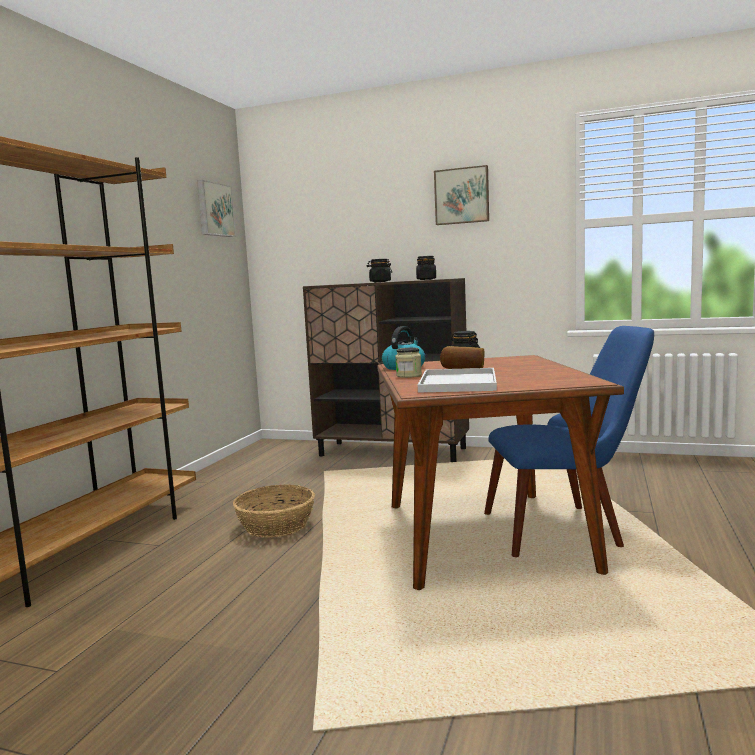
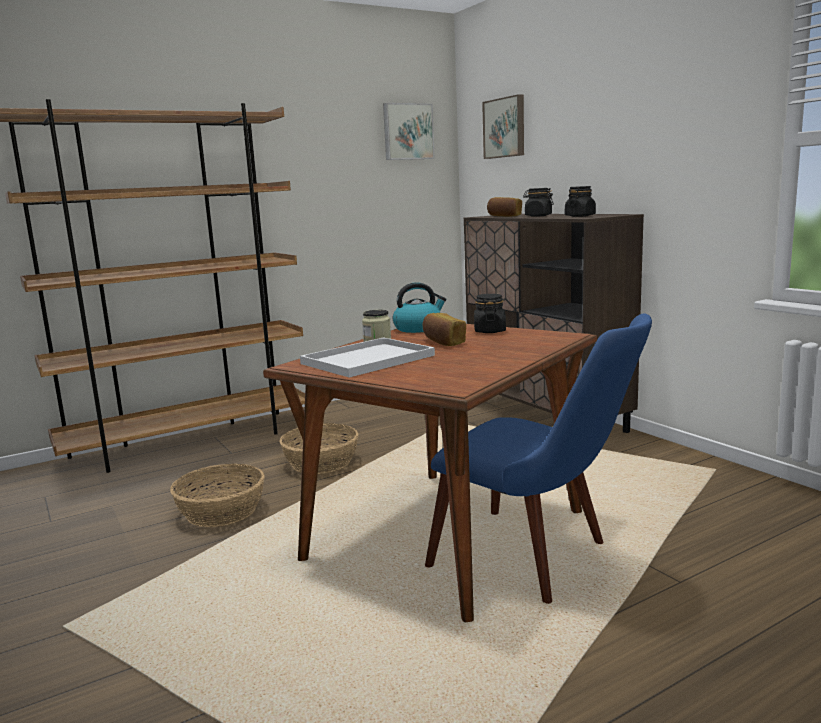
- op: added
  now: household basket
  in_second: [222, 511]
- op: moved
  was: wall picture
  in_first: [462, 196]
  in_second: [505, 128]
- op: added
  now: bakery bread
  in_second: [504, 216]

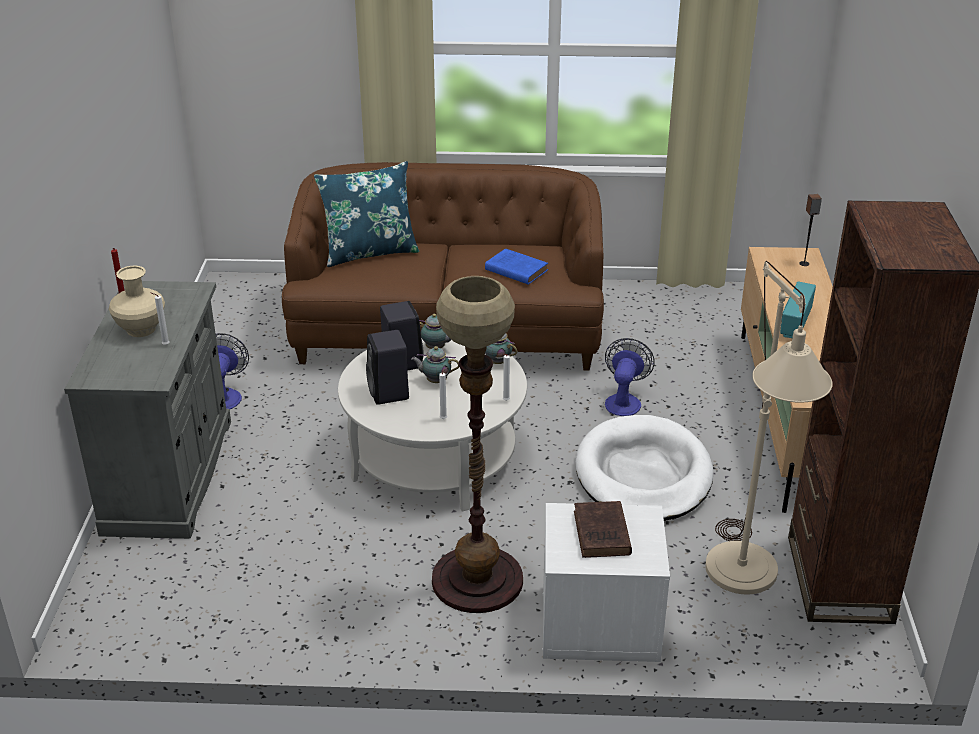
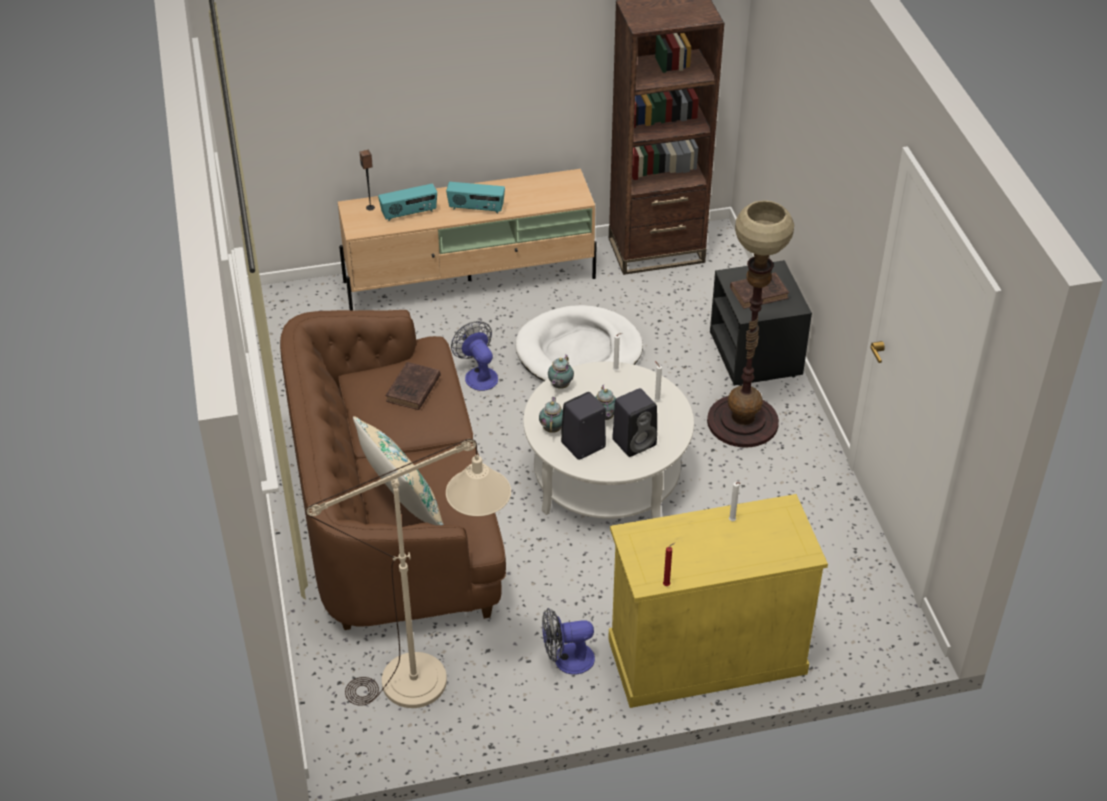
- op: moved
  was: standard lamp (beige-coloured)
  in_first: [743, 584]
  in_second: [433, 678]
- op: recoloured
  was: pillow (blue-coloured)
  now: pillow (beige-coloured)
  in_first: [369, 252]
  in_second: [402, 506]
- op: added
  now: radio receiver
  in_second: [409, 213]
- op: recoloured
  was: volume (blue-coloured)
  now: volume (brownish)
  in_first: [515, 269]
  in_second: [412, 390]
- op: turned
  was: electric fan
  in_first: [624, 401]
  in_second: [478, 375]
  clockwise: 60
- op: recoloured
  was: cupboard (grey)
  now: cupboard (yellowish)
  in_first: [169, 475]
  in_second: [706, 656]
- op: recoloured
  was: night table (whitish)
  now: night table (black-coloured)
  in_first: [598, 625]
  in_second: [757, 354]
- op: removed
  was: flower vase (beige-coloured)
  in_first: [141, 329]

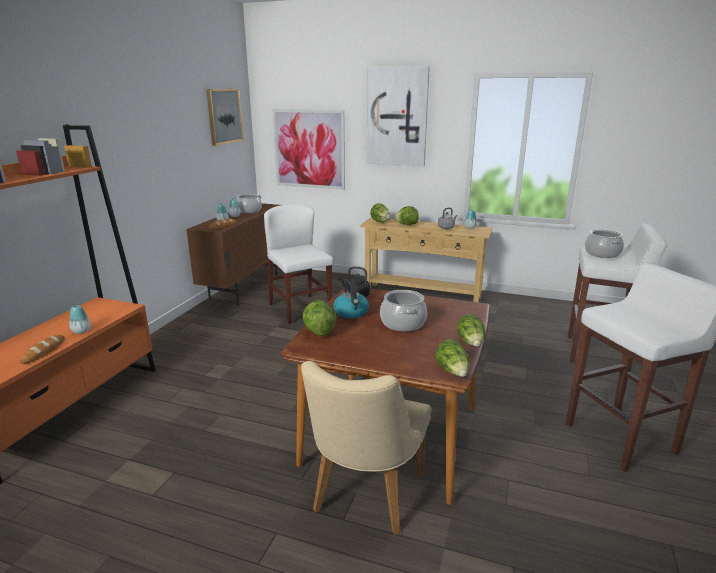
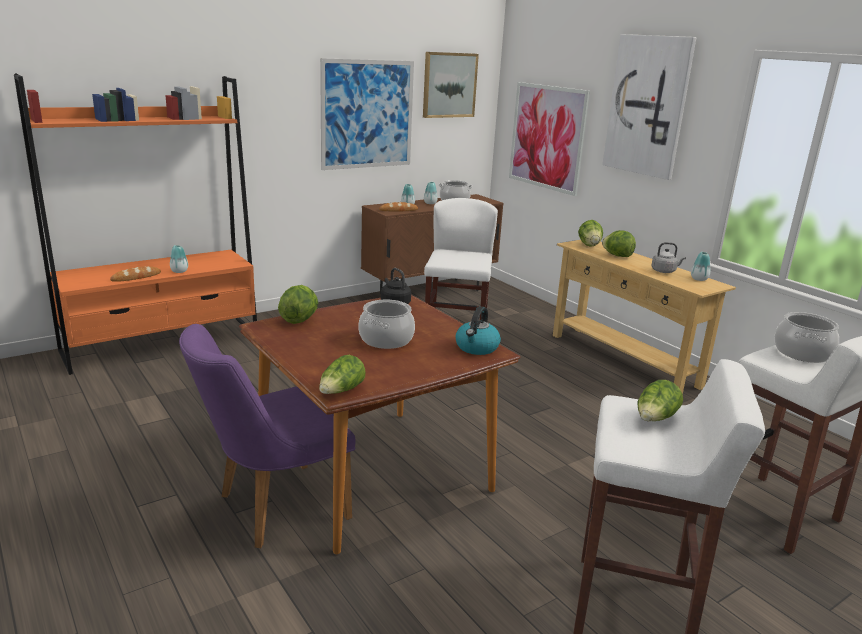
- op: recoloured
  was: upright chair (beige-coloured)
  now: upright chair (purplish)
  in_first: [364, 499]
  in_second: [271, 508]
- op: added
  now: wall picture
  in_second: [367, 114]
- op: moved
  was: tea kettle
  in_first: [351, 313]
  in_second: [477, 348]
- op: moved
  was: lettuce
  in_first: [471, 343]
  in_second: [655, 419]

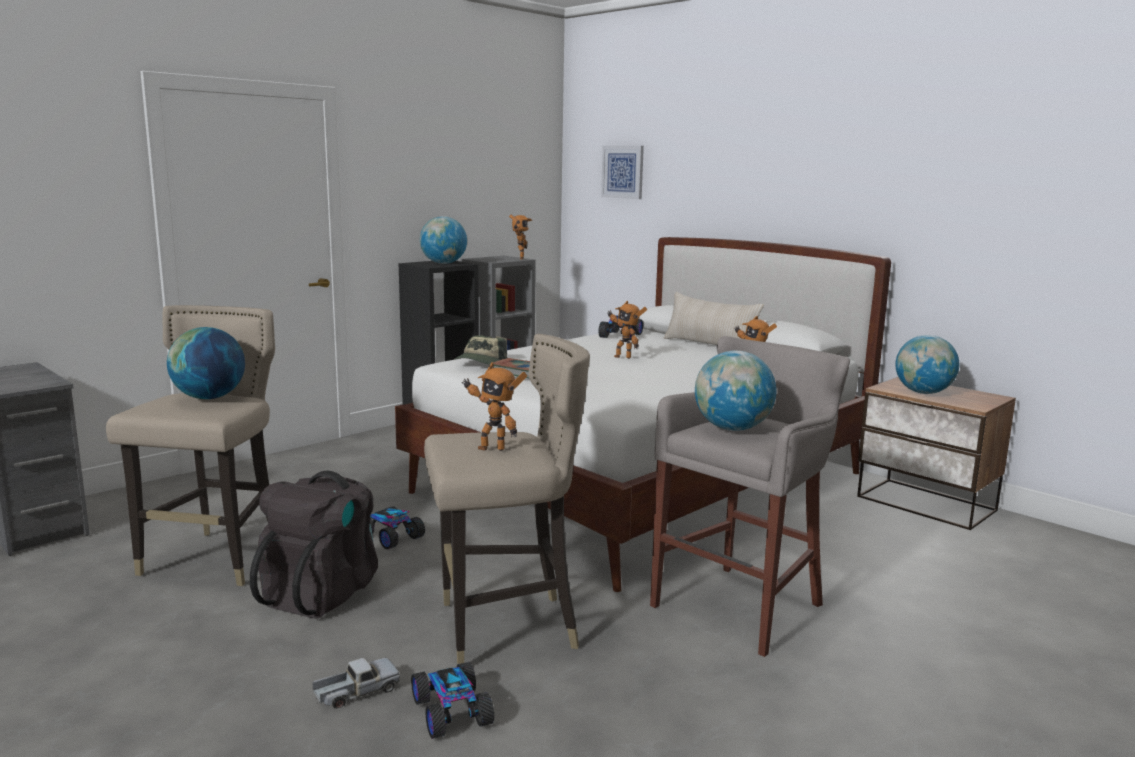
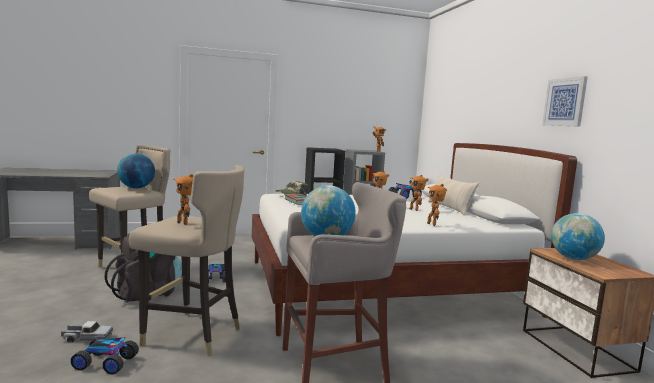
- op: turned
  was: toy car
  in_first: [453, 711]
  in_second: [106, 362]
  clockwise: -90
- op: added
  now: model robot
  in_second: [414, 209]
- op: moved
  was: wall picture
  in_first: [623, 172]
  in_second: [565, 102]
- op: removed
  was: desk globe
  in_first: [443, 263]

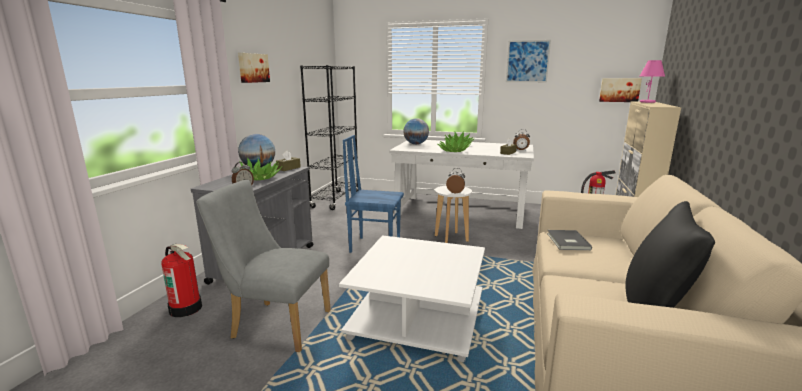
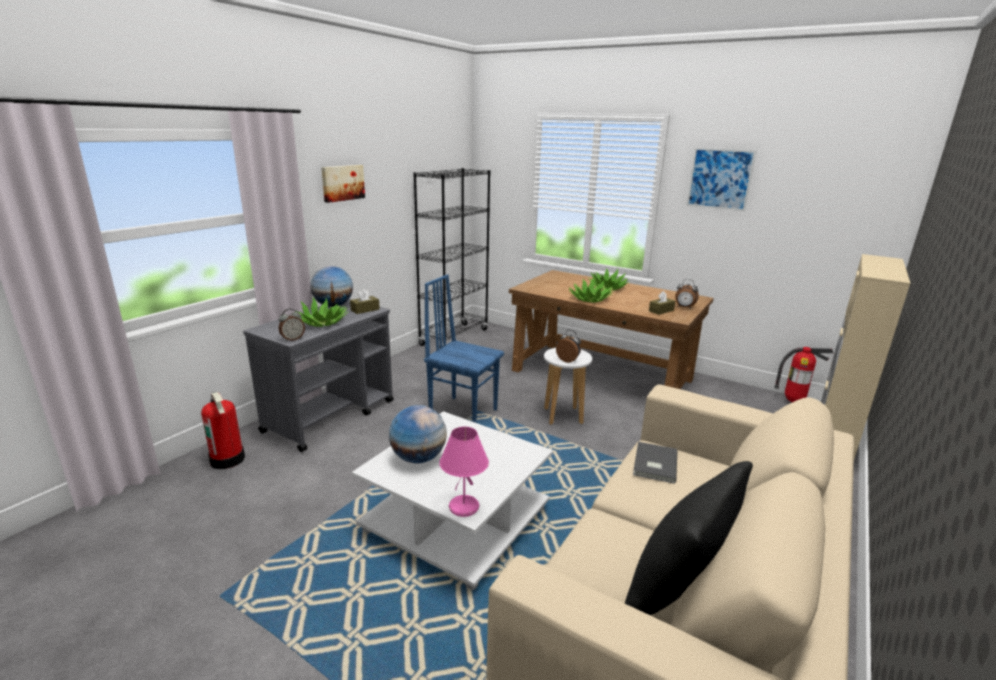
- op: moved
  was: desk globe
  in_first: [415, 144]
  in_second: [418, 458]
- op: moved
  was: lamp for a table (pinkish)
  in_first: [647, 102]
  in_second: [463, 508]
- op: recoloured
  was: desk (whitish)
  now: desk (brownish)
  in_first: [460, 211]
  in_second: [601, 375]
- op: removed
  was: upright chair (grey)
  in_first: [275, 324]
- op: removed
  was: wall picture
  in_first: [619, 90]

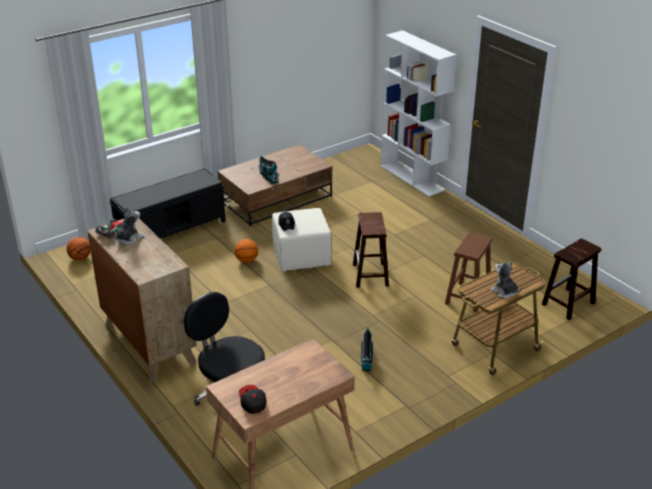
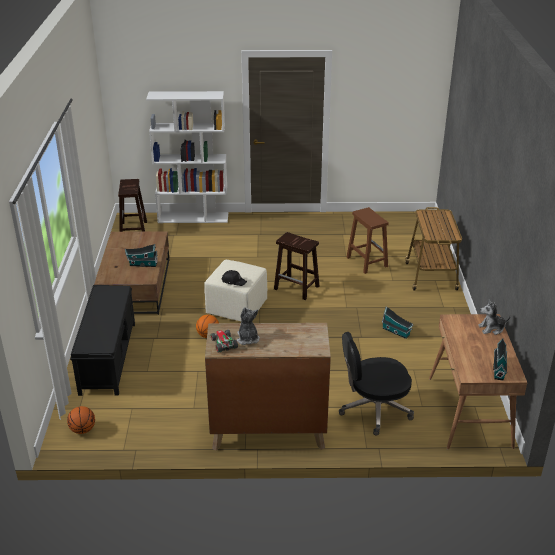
- op: moved
  was: stool (brownish)
  in_first: [568, 304]
  in_second: [133, 230]
- op: moved
  was: soft toy
  in_first: [504, 292]
  in_second: [492, 328]
- op: replaced
  was: cap
  now: toy house
  in_first: [252, 403]
  in_second: [499, 368]

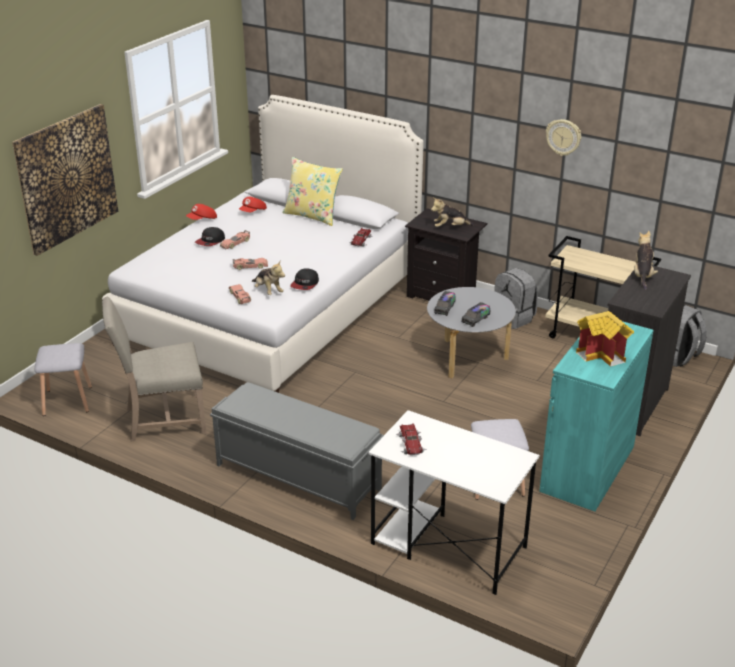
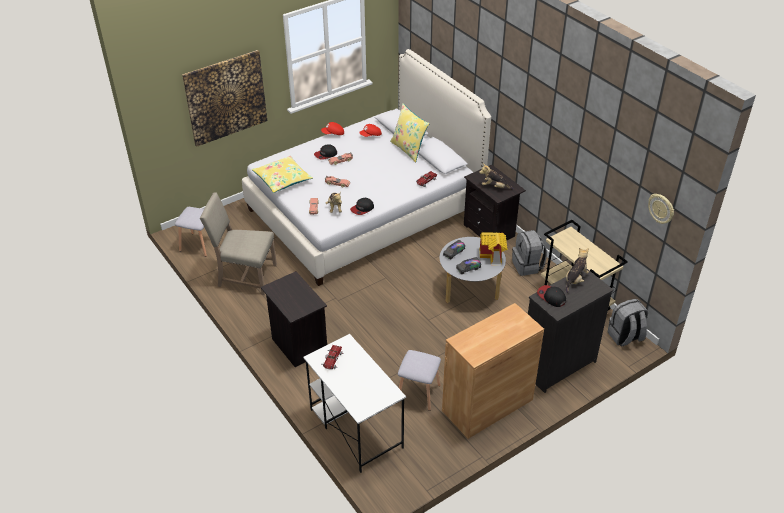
- op: added
  now: pillow (yellowish)
  in_second: [282, 179]
- op: replaced
  was: long seat (grey)
  now: night table (black-coloured)
  in_first: [297, 476]
  in_second: [298, 345]
- op: recoloured
  was: cupboard (turquoise-coloured)
  now: cupboard (brownish)
  in_first: [587, 469]
  in_second: [487, 405]
- op: moved
  was: toy house
  in_first: [603, 354]
  in_second: [493, 256]
- op: added
  now: cap
  in_second: [551, 297]
- op: moved
  was: wall clock
  in_first: [563, 137]
  in_second: [661, 209]

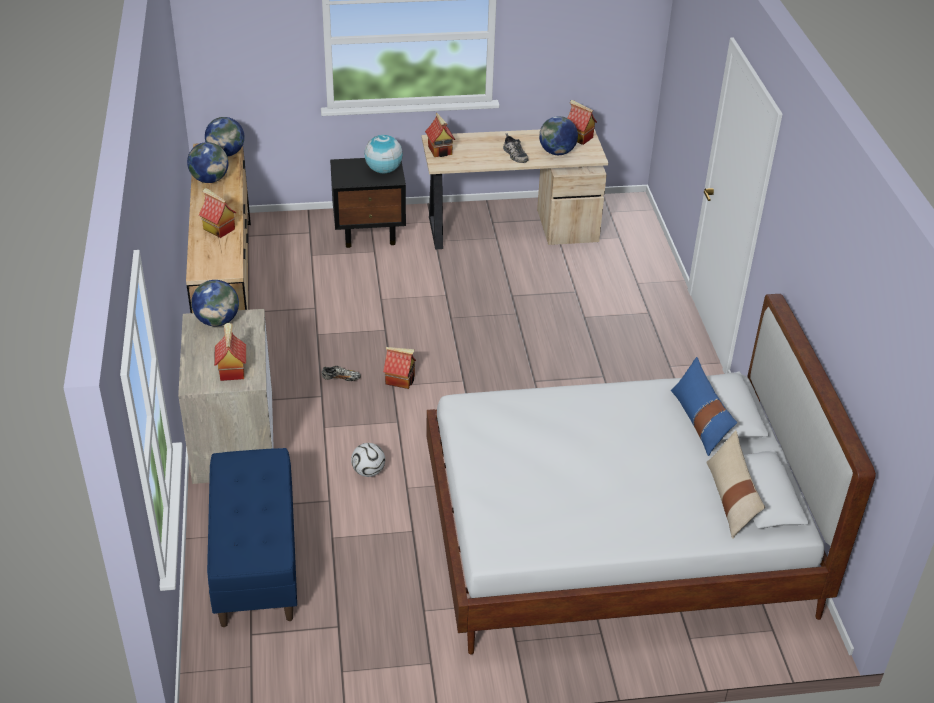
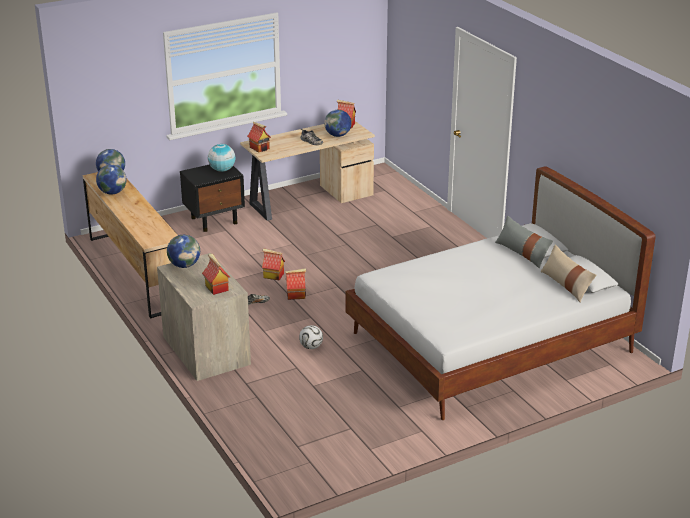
- op: moved
  was: toy house
  in_first: [218, 229]
  in_second: [273, 275]
- op: recoloured
  was: pillow (blue-coloured)
  now: pillow (grey)
  in_first: [699, 421]
  in_second: [522, 253]
- op: removed
  was: long seat (blue-coloured)
  in_first: [255, 561]

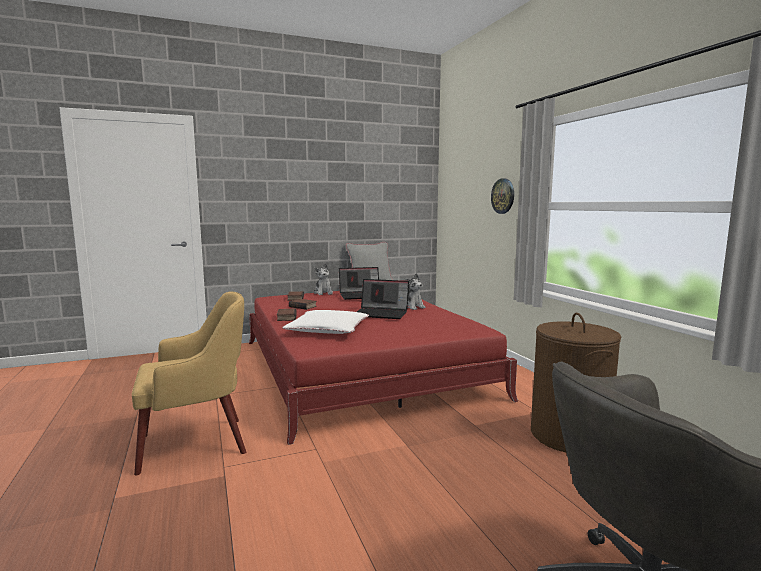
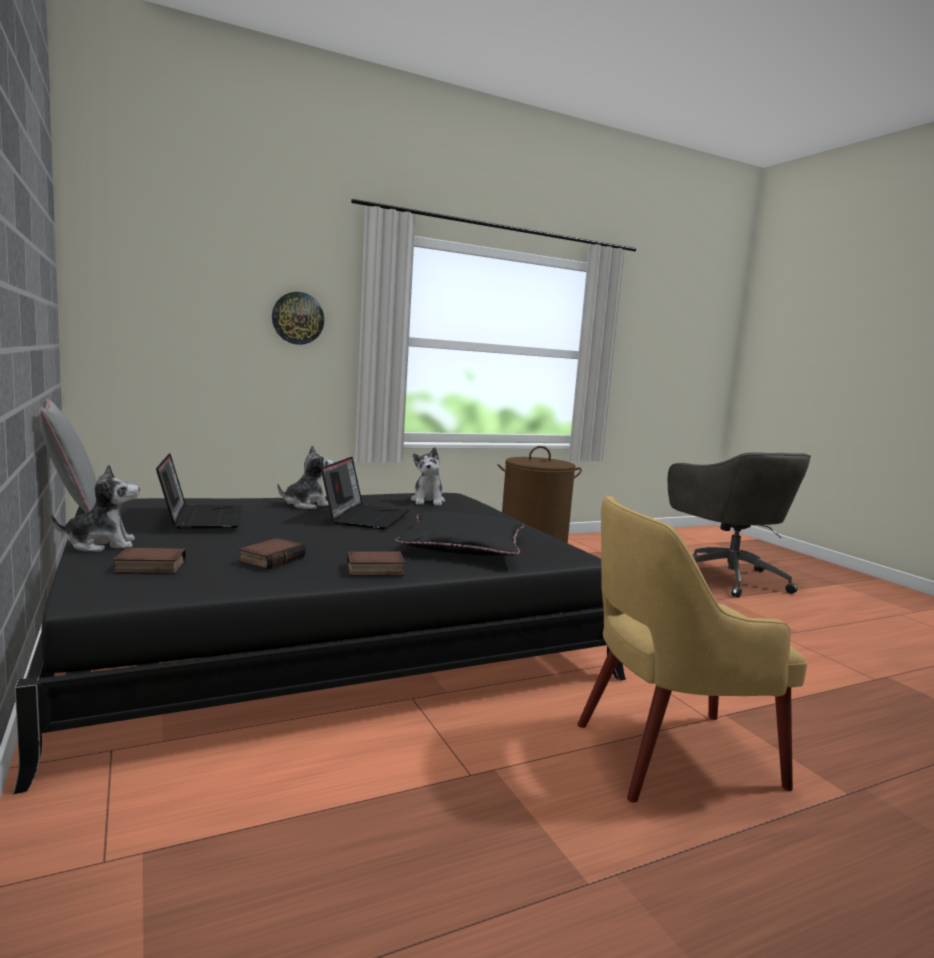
- op: recoloured
  was: bed (reddish)
  now: bed (black-coloured)
  in_first: [360, 367]
  in_second: [325, 634]
- op: recoloured
  was: pillow (whitish)
  now: pillow (black-coloured)
  in_first: [328, 329]
  in_second: [463, 546]
- op: added
  now: soft toy
  in_second: [428, 501]
- op: turned
  was: armchair (yellowish)
  in_first: [196, 443]
  in_second: [670, 754]
  clockwise: -75

